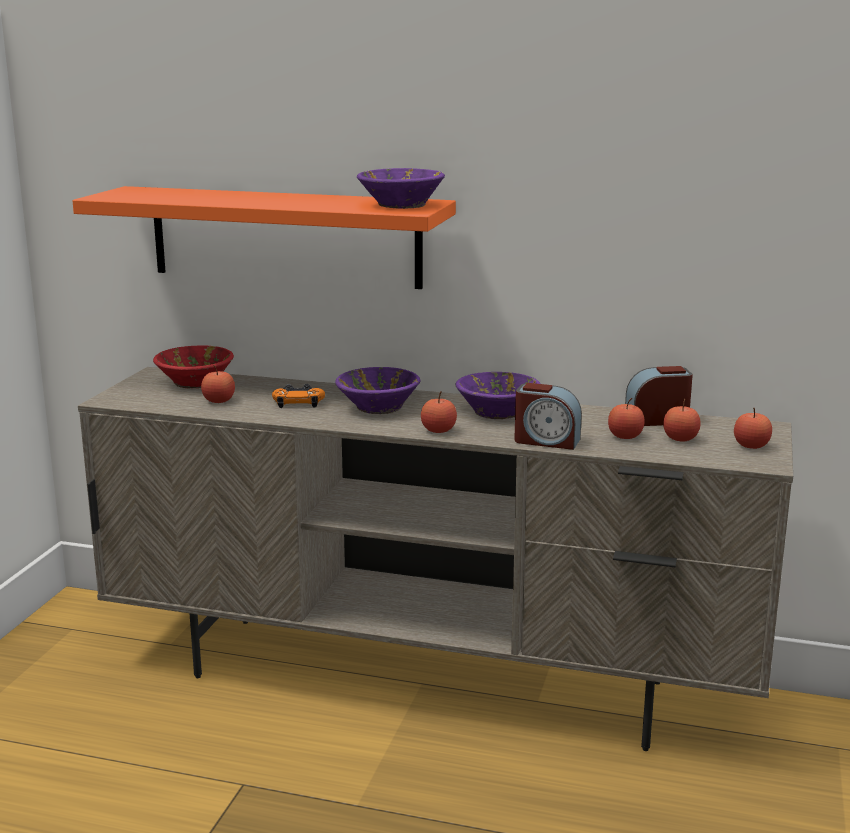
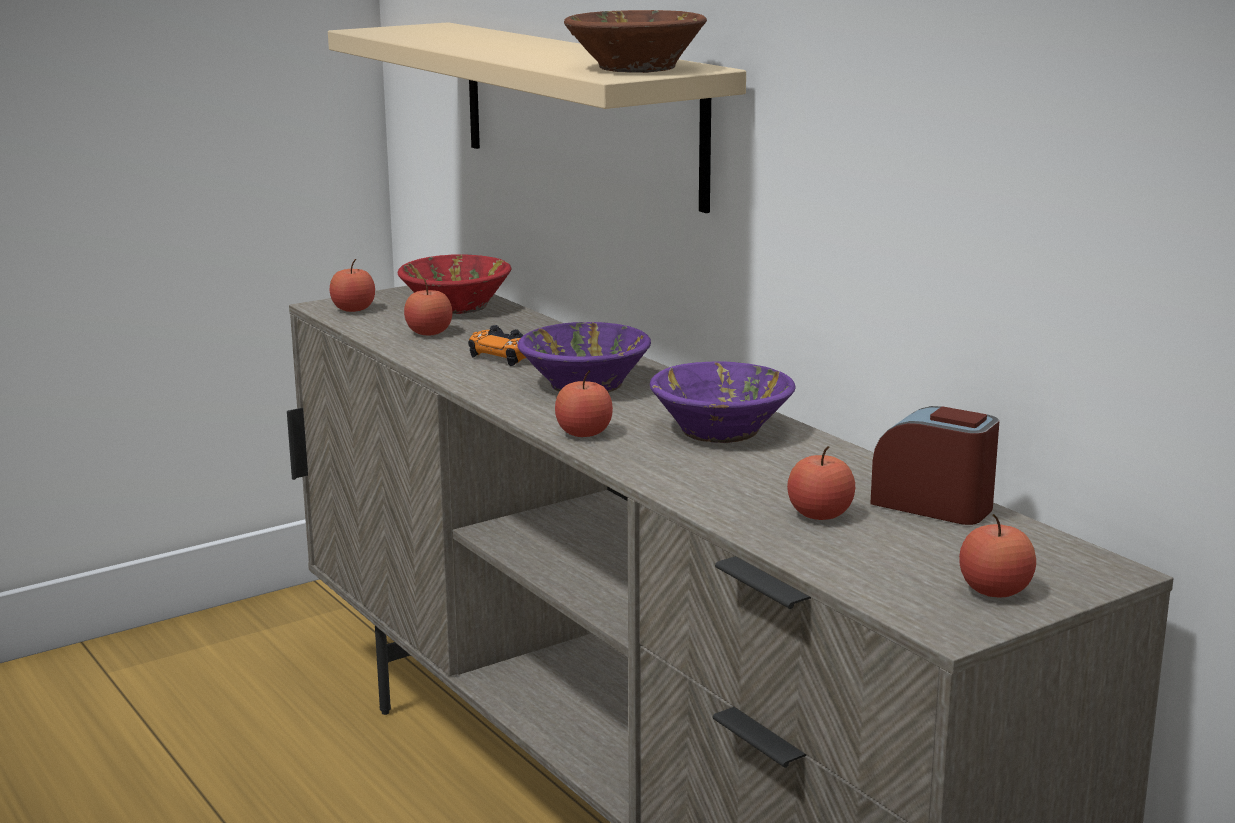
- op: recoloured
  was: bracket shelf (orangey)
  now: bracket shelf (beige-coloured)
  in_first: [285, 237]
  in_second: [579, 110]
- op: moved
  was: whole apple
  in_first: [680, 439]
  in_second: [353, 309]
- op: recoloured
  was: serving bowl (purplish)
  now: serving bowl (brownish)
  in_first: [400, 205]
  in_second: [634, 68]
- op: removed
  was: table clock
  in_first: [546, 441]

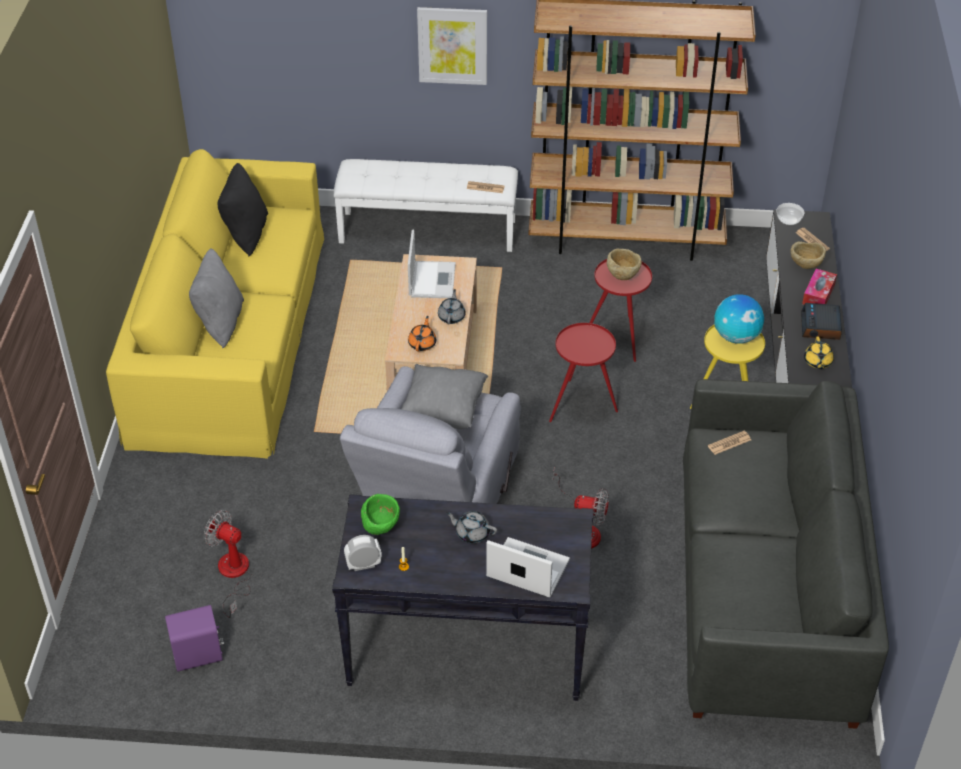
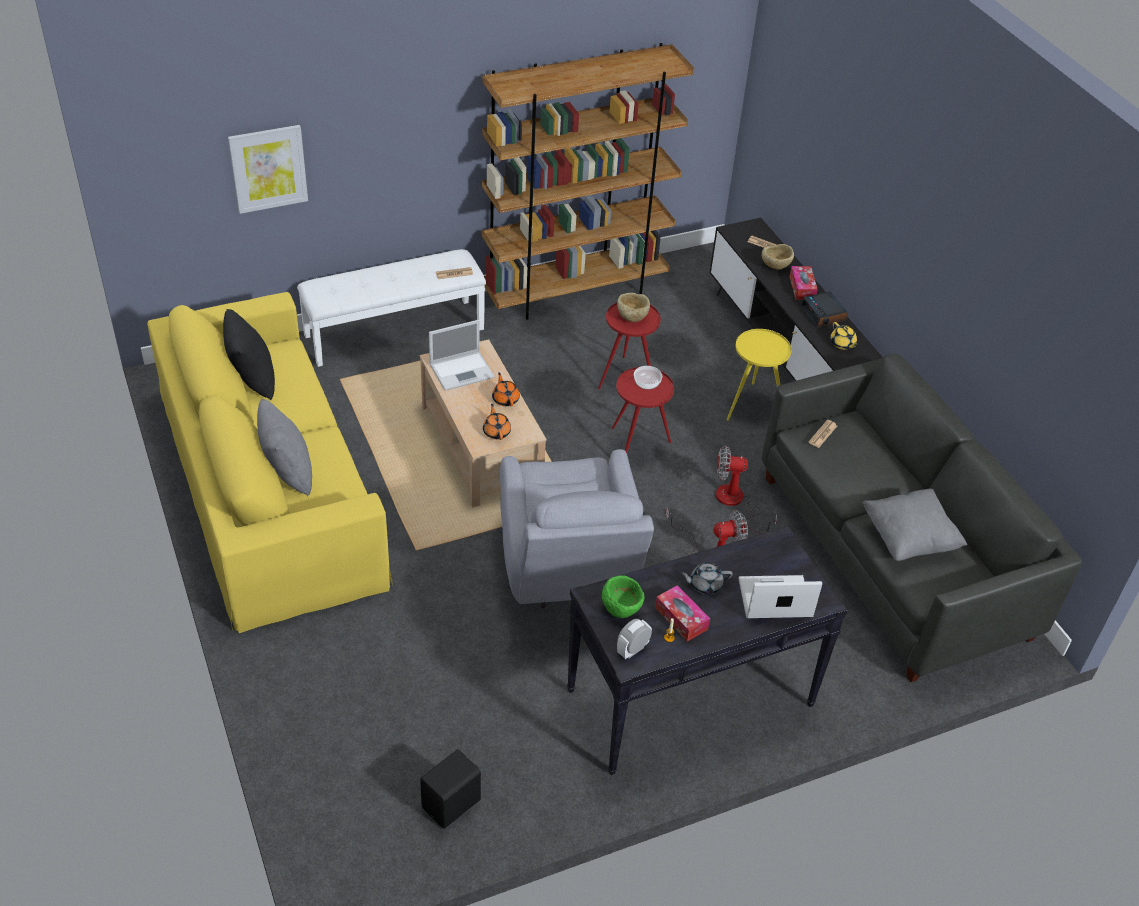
- op: moved
  was: wall picture
  in_first: [452, 45]
  in_second: [268, 168]
- op: recoloured
  was: audio speaker (purplish)
  now: audio speaker (black-coloured)
  in_first: [198, 655]
  in_second: [453, 805]
- op: turned
  was: portable computer
  in_first: [432, 279]
  in_second: [463, 370]
  clockwise: 90
- op: recoloured
  was: pot for tea (grey)
  now: pot for tea (orangey)
  in_first: [452, 317]
  in_second: [505, 399]
- op: moved
  was: serving bowl
  in_first: [789, 220]
  in_second: [647, 383]
- op: added
  now: tissue holder
  in_second: [681, 618]
- op: moved
  was: electric fan
  in_first: [233, 575]
  in_second: [736, 502]
- op: moved
  was: pillow (grey)
  in_first: [443, 411]
  in_second: [909, 539]
- op: removed
  was: desk globe
  in_first: [736, 337]

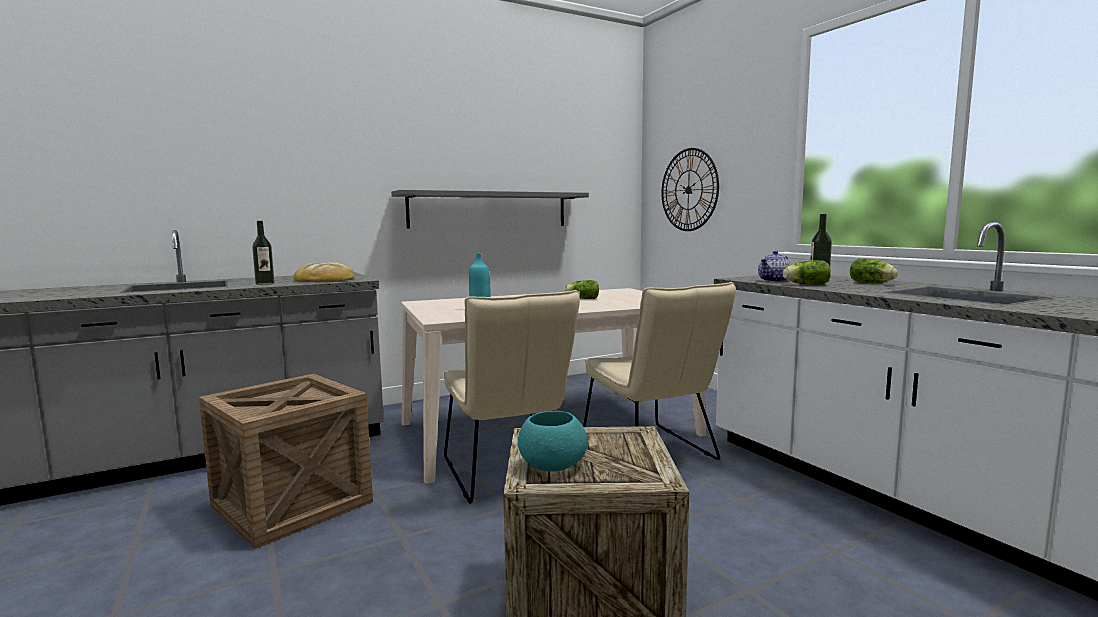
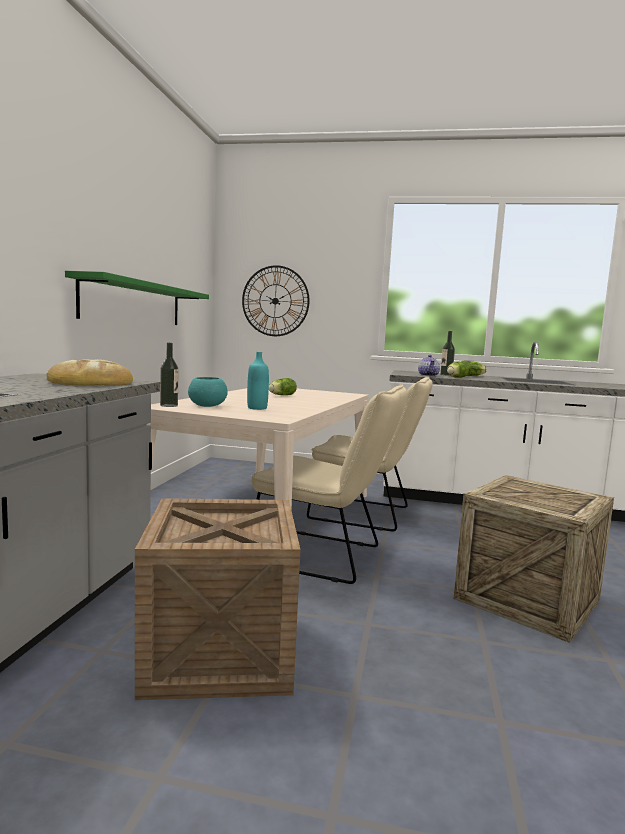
- op: recoloured
  was: bracket shelf (grey)
  now: bracket shelf (greenish)
  in_first: [489, 209]
  in_second: [134, 303]
- op: moved
  was: drink bottle
  in_first: [265, 284]
  in_second: [169, 405]
- op: moved
  was: serving bowl (turquoise-coloured)
  in_first: [551, 466]
  in_second: [206, 406]

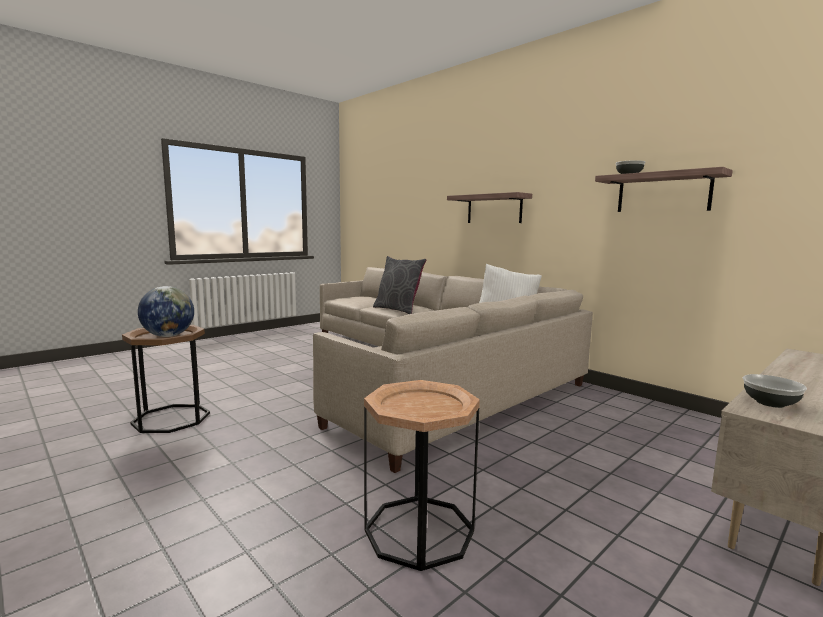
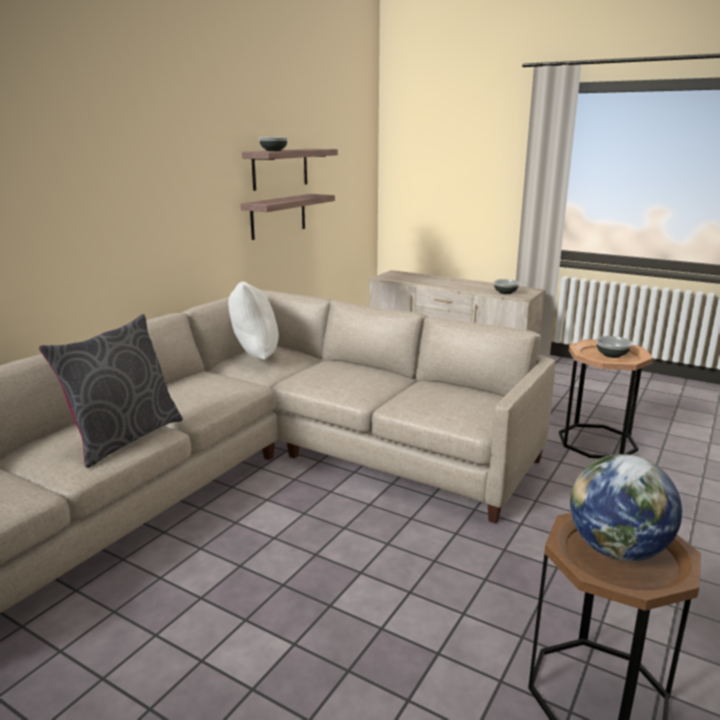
- op: moved
  was: bracket shelf
  in_first: [494, 209]
  in_second: [278, 216]
- op: added
  now: serving bowl
  in_second: [611, 355]

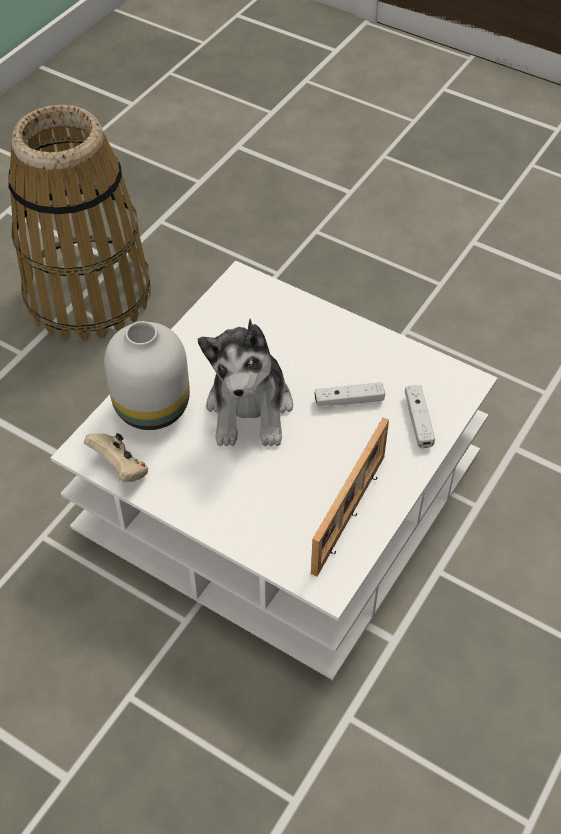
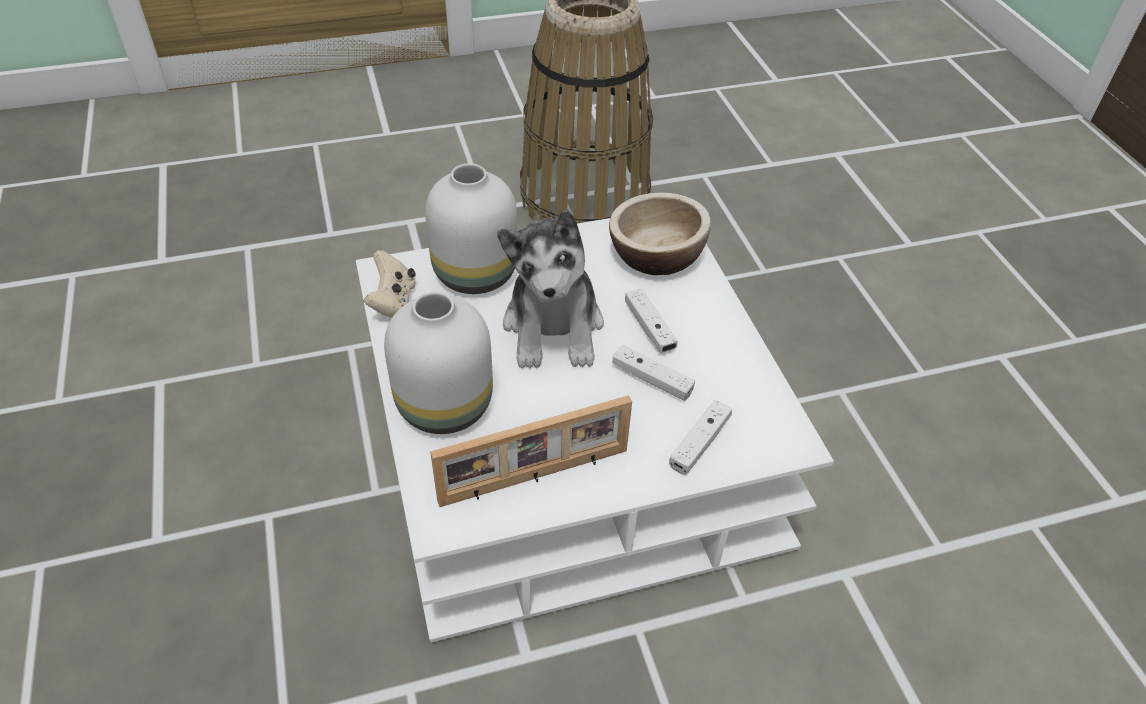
- op: added
  now: flower vase (whitish)
  in_second: [442, 406]
- op: turned
  was: soft toy
  in_first: [250, 408]
  in_second: [554, 327]
  clockwise: -45
- op: added
  now: serving bowl
  in_second: [656, 255]
- op: added
  now: gamepad (whitish)
  in_second: [649, 328]

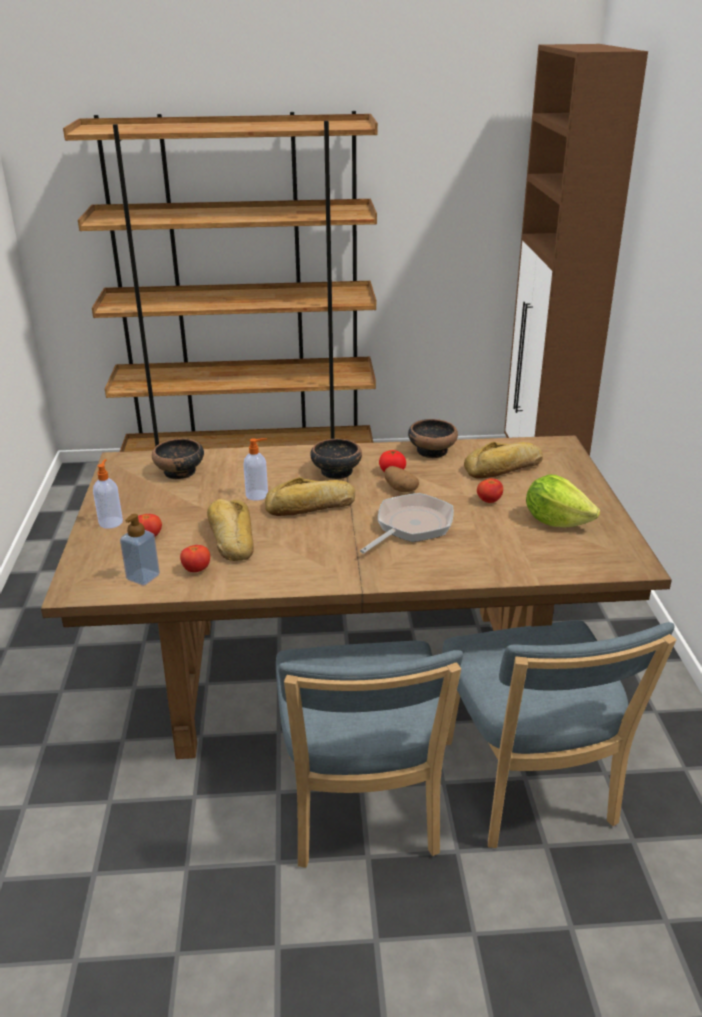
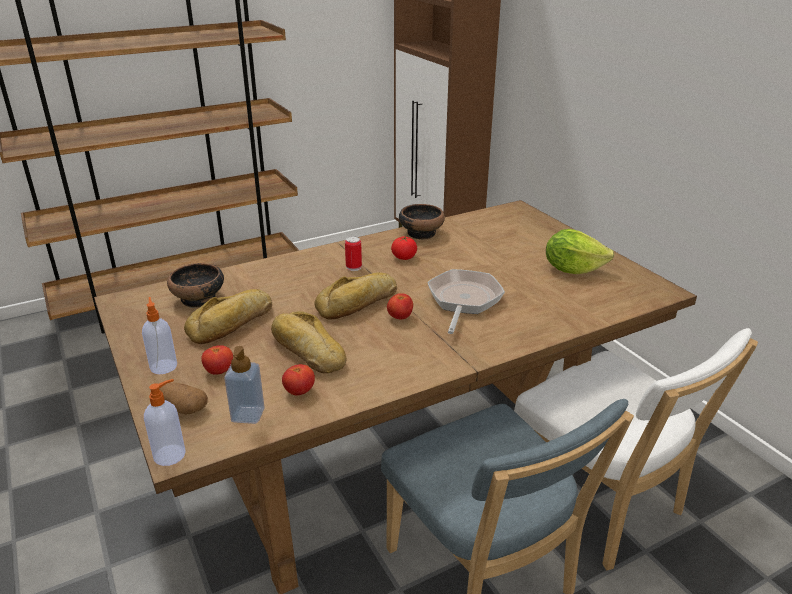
- op: moved
  was: soap bottle
  in_first: [258, 495]
  in_second: [171, 454]
- op: moved
  was: potato
  in_first: [399, 489]
  in_second: [183, 409]
- op: moved
  was: bakery bread
  in_first: [505, 468]
  in_second: [233, 323]
- op: replaced
  was: serving bowl
  now: metal can
  in_first: [336, 472]
  in_second: [353, 267]
- op: moved
  was: fresh tomato
  in_first: [489, 501]
  in_second: [400, 317]
- op: recoloured
  was: upright chair (blue-coloured)
  now: upright chair (whitish)
  in_first: [529, 789]
  in_second: [601, 507]

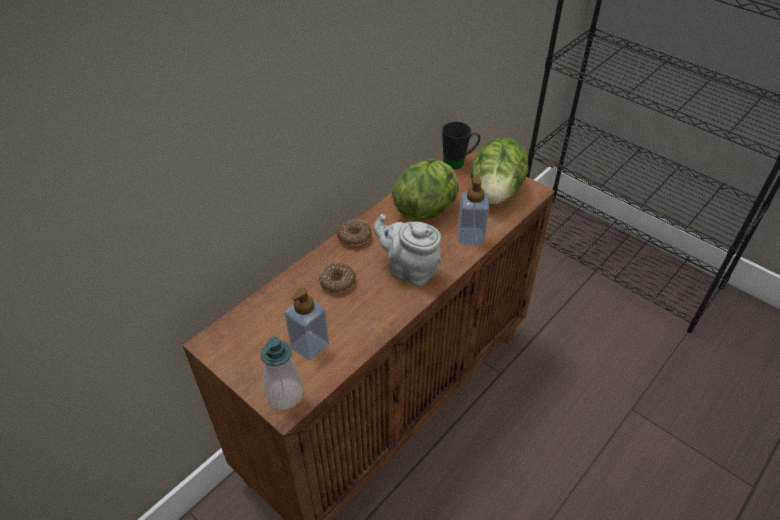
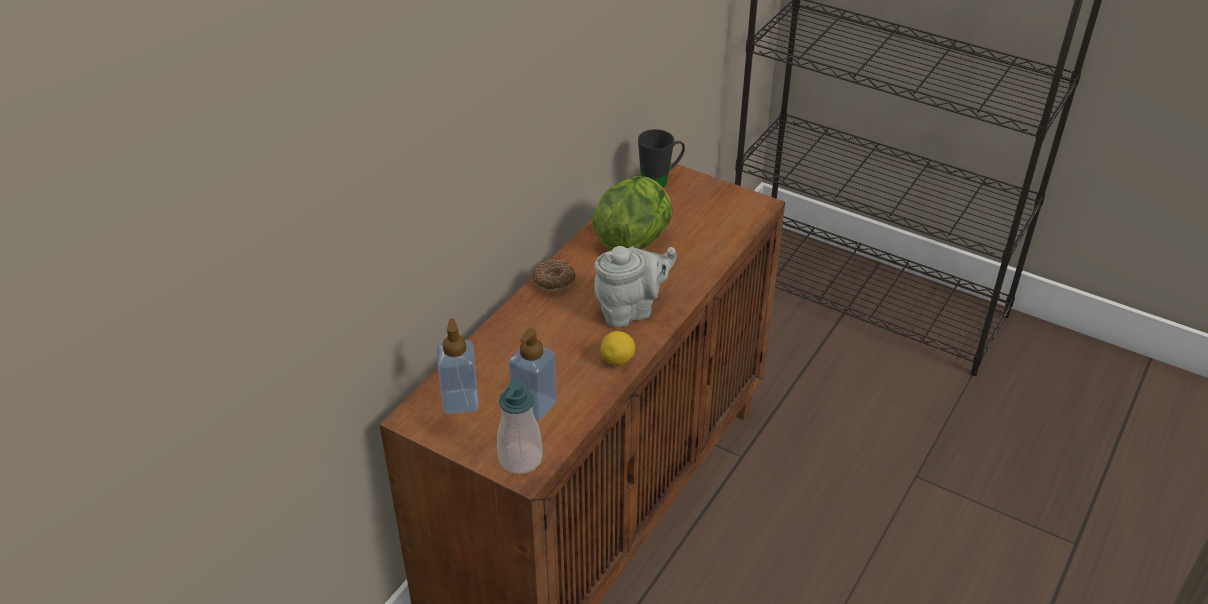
- op: moved
  was: soap bottle
  in_first: [470, 236]
  in_second: [460, 401]
- op: turned
  was: pot for tea (grey)
  in_first: [409, 270]
  in_second: [630, 310]
  clockwise: 135
- op: added
  now: citrus fruit
  in_second: [618, 360]
- op: removed
  was: donut
  in_first: [338, 282]
- op: removed
  was: lettuce
  in_first: [496, 193]

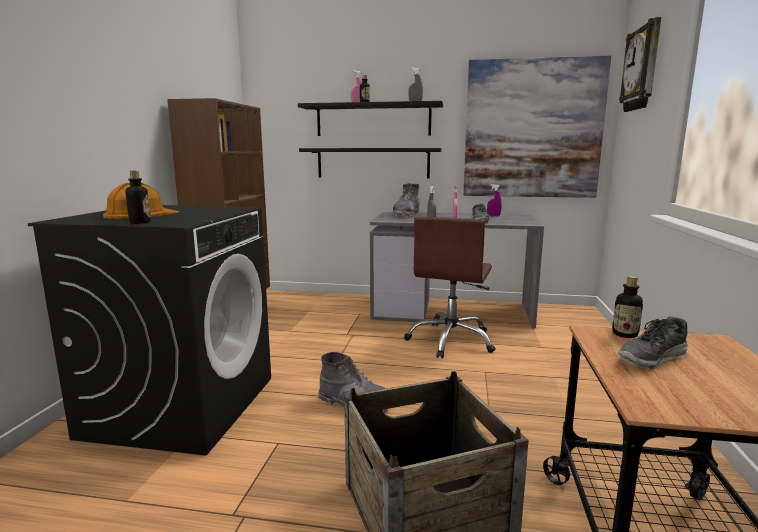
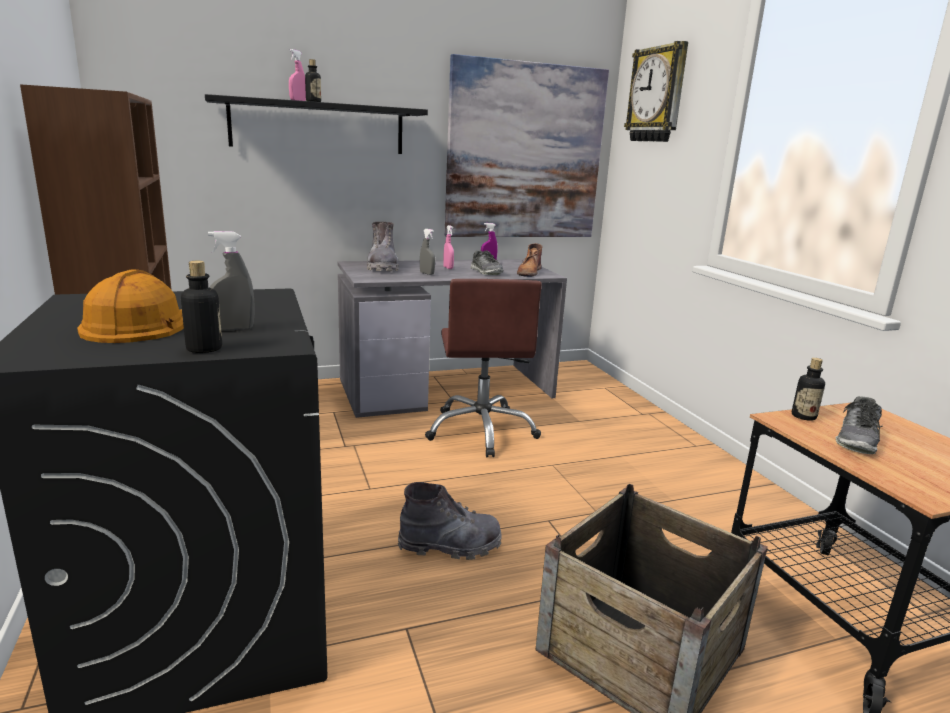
- op: moved
  was: hand sprayer (grey)
  in_first: [415, 101]
  in_second: [233, 329]
- op: added
  now: boot (brownish)
  in_second: [529, 272]
- op: removed
  was: bracket shelf (black-coloured)
  in_first: [373, 163]

